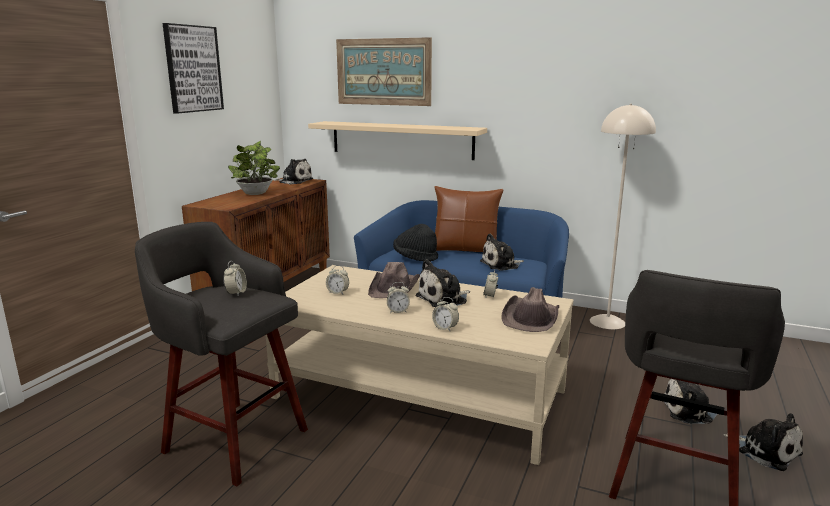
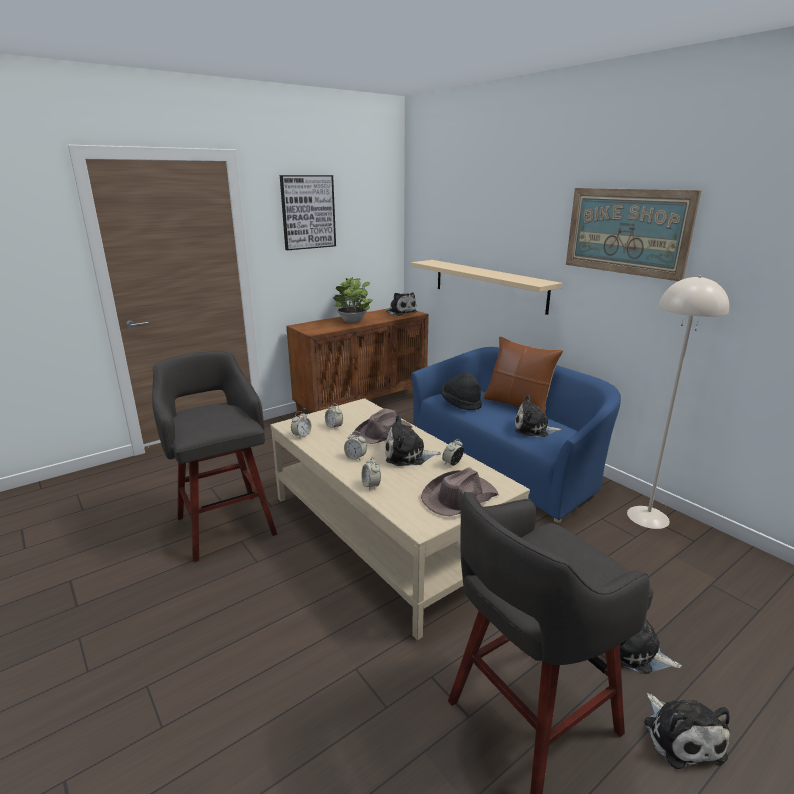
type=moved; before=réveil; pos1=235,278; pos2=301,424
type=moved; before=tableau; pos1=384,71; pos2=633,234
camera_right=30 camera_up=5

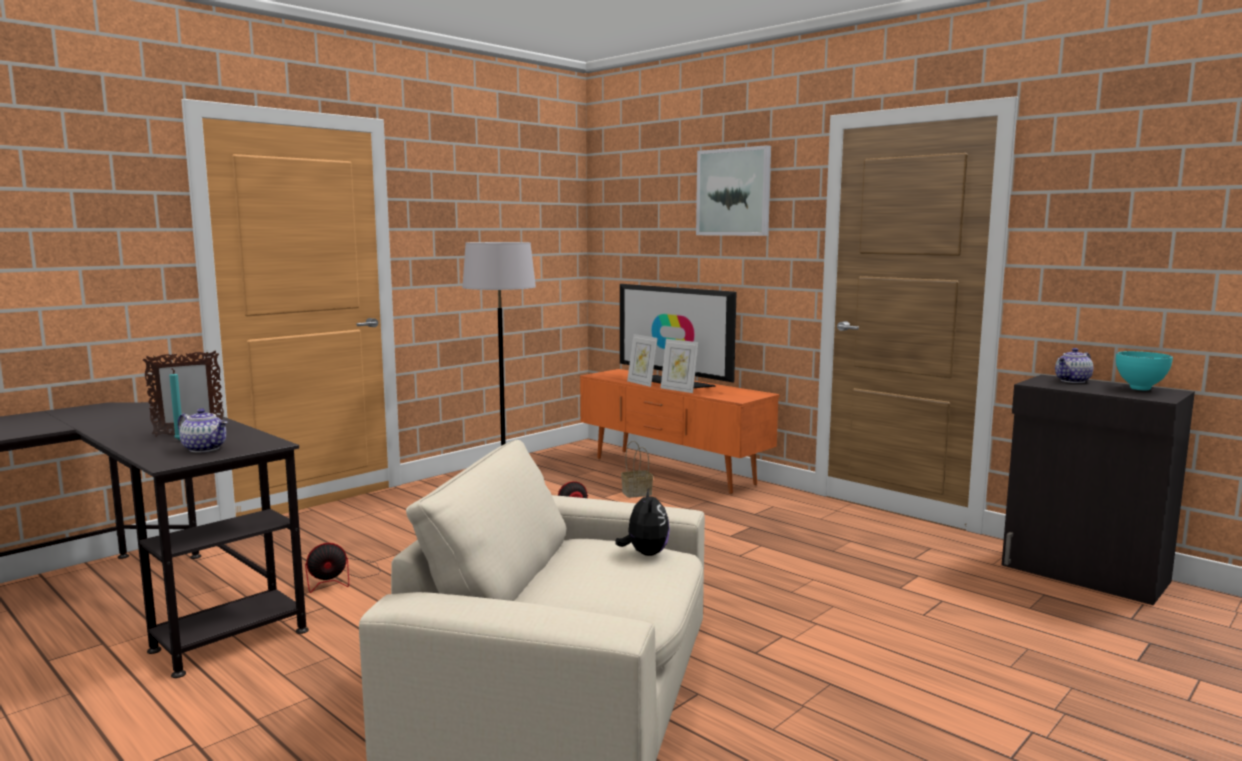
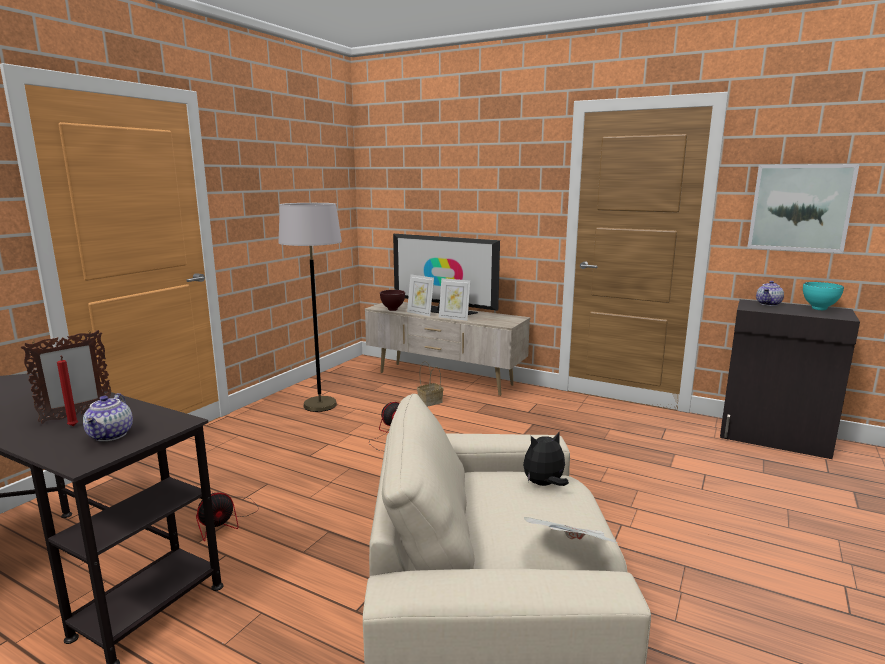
type=added; after=bol [marron]; pos2=392,300
type=added; after=journal; pos2=571,530
type=moved; before=tableau; pos1=733,190; pos2=803,208
type=recoloured; before=bougie [turquoise]; after=bougie [rouge]; pos1=175,404; pos2=67,391
type=recoloured; before=meuble télé [orange]; after=meuble télé [beige]; pos1=680,431; pos2=448,349
type=turned; before=théière; pos1=202,430; pos2=108,417; turn=75
type=turned; before=peluche; pos1=642,522; pos2=546,459; turn=-90
camera_right=-15 camera_up=5

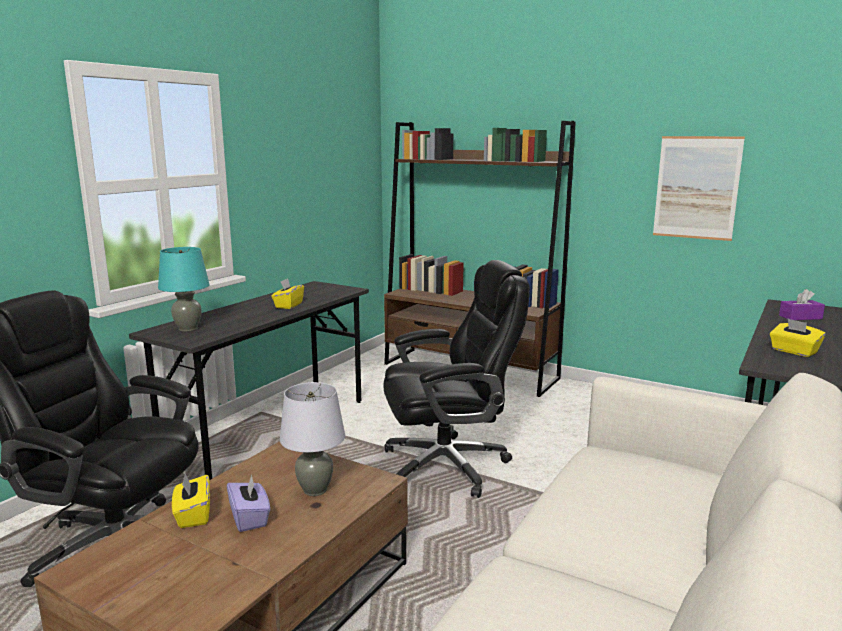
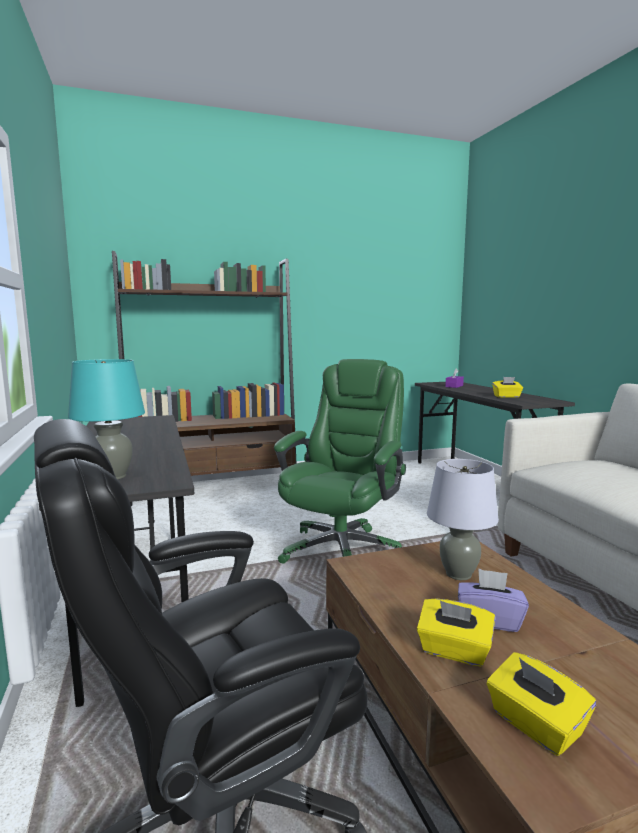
type=removed; before=tableau; pos1=699,188
type=moved; before=boîte à mouchoirs [jaune]; pos1=287,293; pos2=541,704
type=recoloured; before=chaise de bureau [noir]; after=chaise de bureau [vert]; pos1=456,379; pos2=340,461
camera_right=-50 camera_up=-5

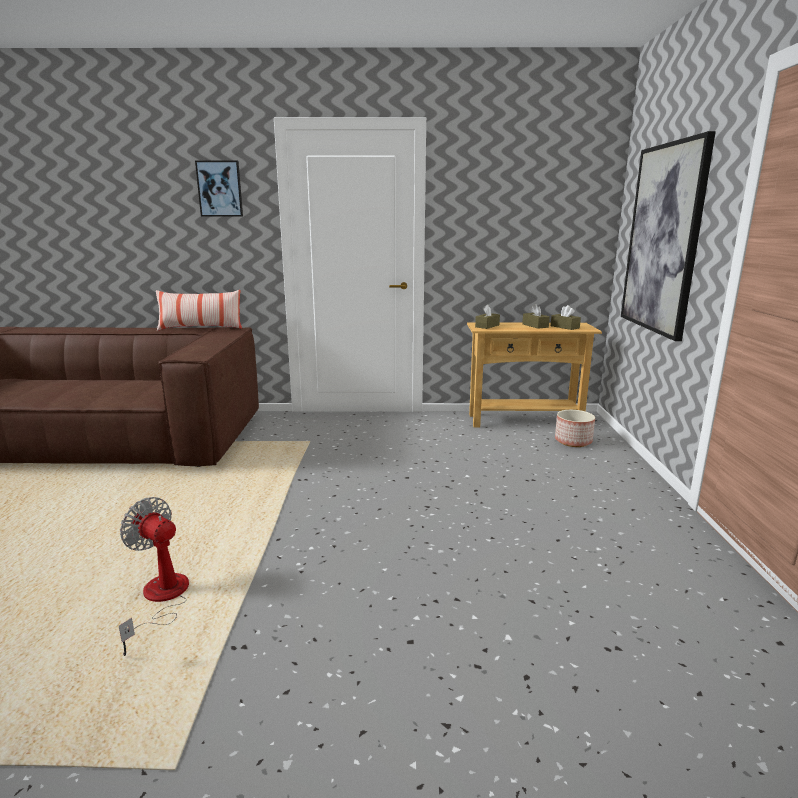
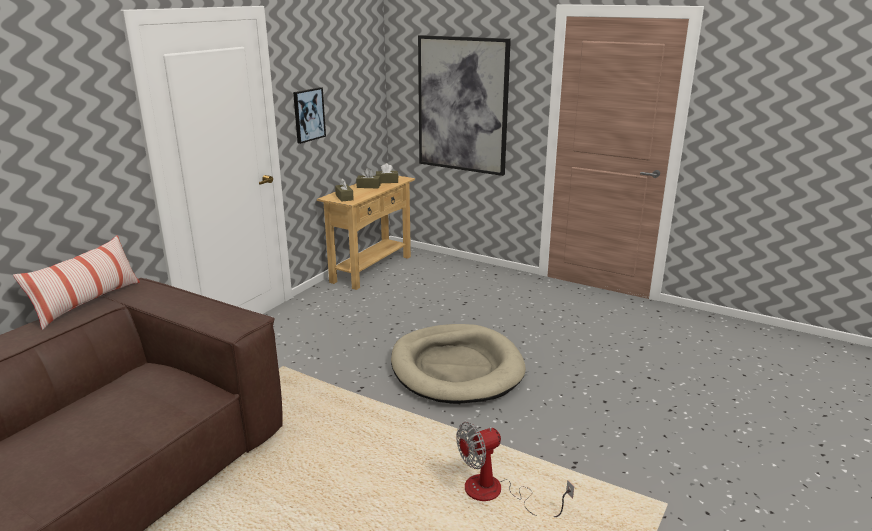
type=removed; before=cache-pot; pos1=575,428
type=added; after=panier pour chien [beige]; pos2=458,364
type=moved; before=tableau; pos1=219,189; pos2=309,115
camera_right=-60 camera_up=5

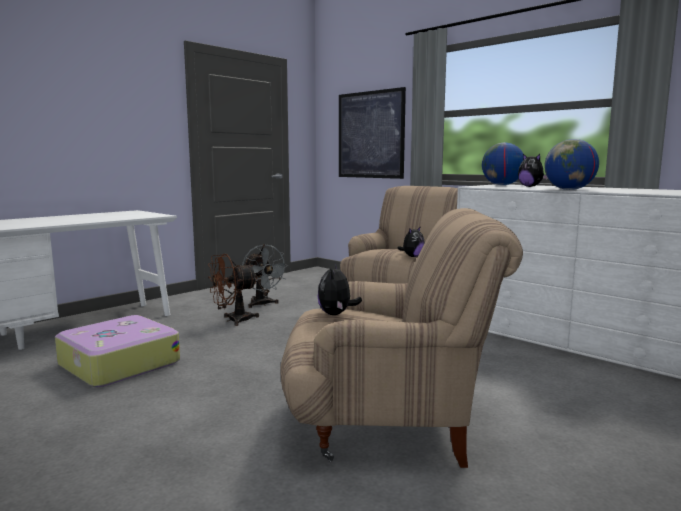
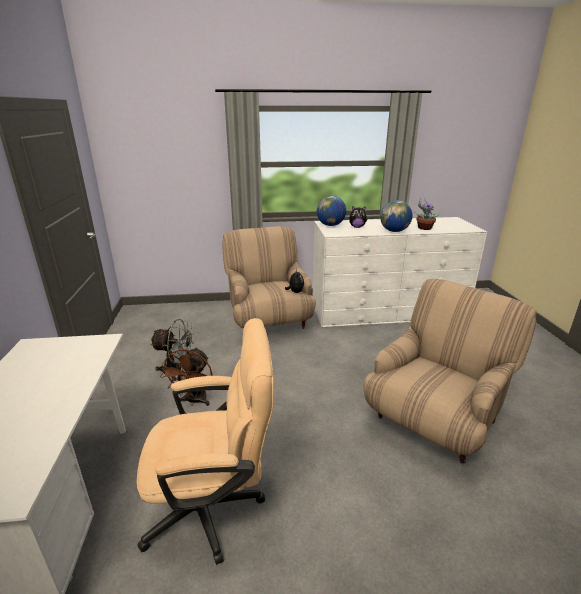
type=removed; before=peluche; pos1=340,289
type=removed; before=tableau; pos1=372,133
type=added; after=plante en pot; pos2=427,214
type=replaced; before=valise; after=chaise de bureau [beige]; pos1=117,351; pos2=205,441
camera_right=-50 camera_up=15

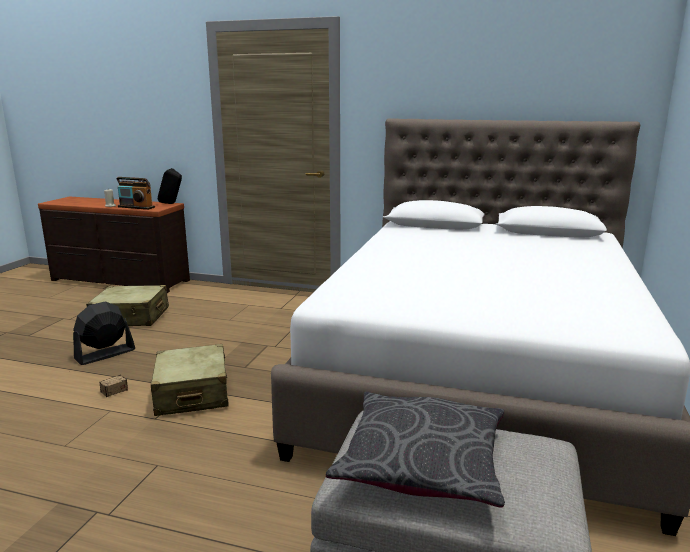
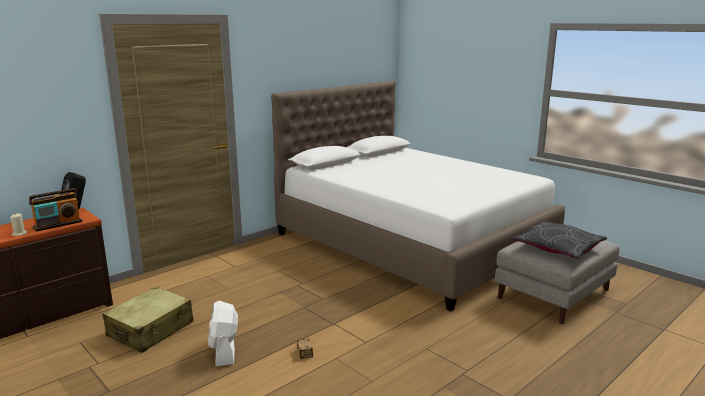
type=removed; before=valise [beige]; pos1=190,380
type=recoloured; before=ventilateur [noir]; after=ventilateur [blanc]; pos1=104,333; pos2=223,333
camera_right=-60 camera_up=0

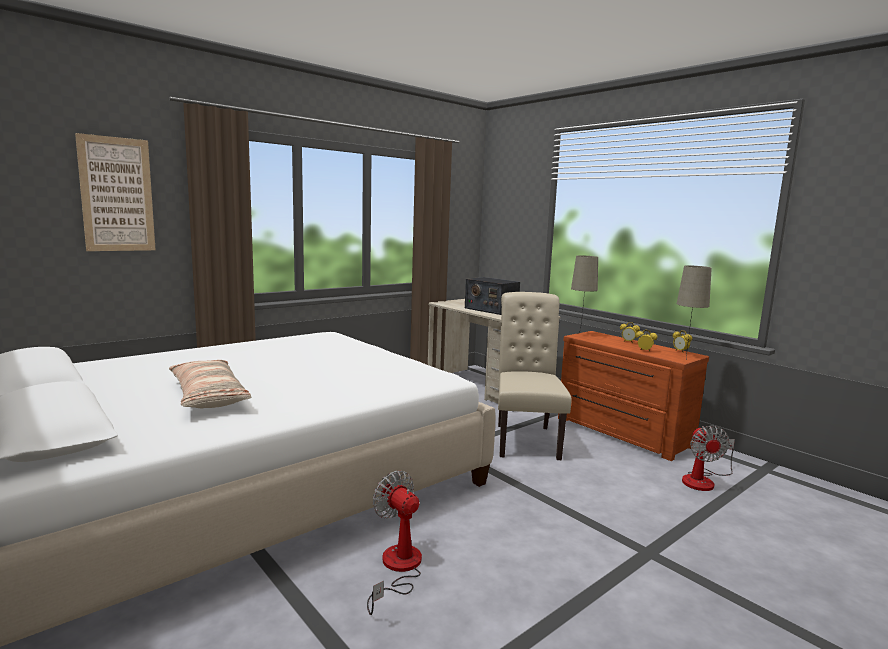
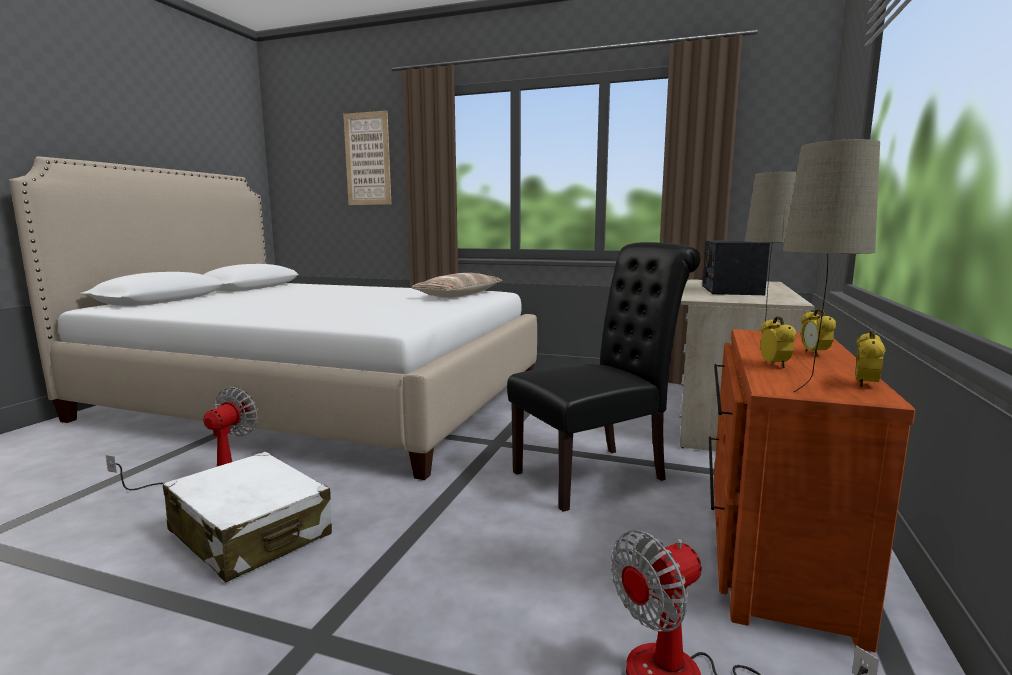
type=added; after=valise [blanc]; pos2=247,516
type=moved; before=coussin; pos1=210,384; pos2=457,285
type=recoloured; before=chaise [beige]; after=chaise [noir]; pos1=535,376; pos2=604,377
camera_right=60 camera_up=0

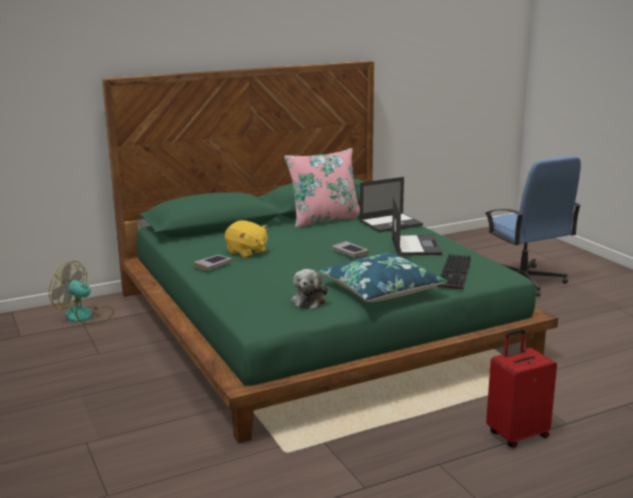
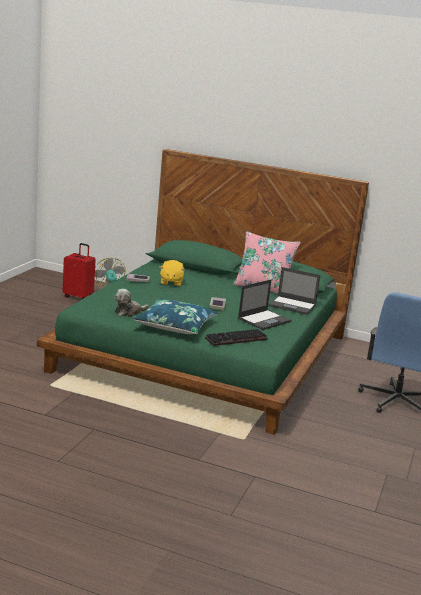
type=moved; before=valise [rouge]; pos1=521,388; pos2=79,271
camera_right=45 camera_up=0

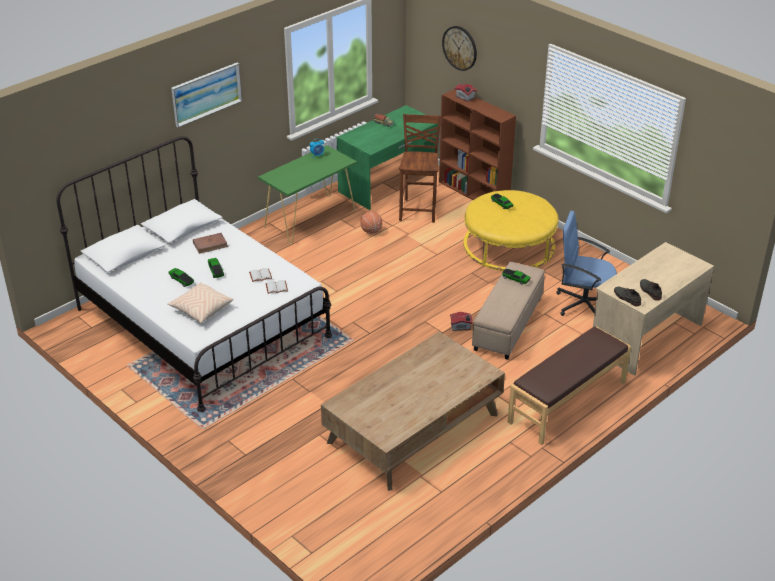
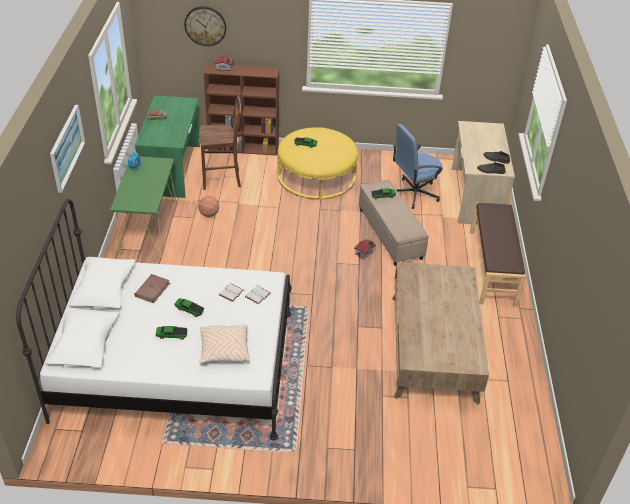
type=turned; before=chaise [marron]; pos1=420,168; pos2=220,142; turn=120
camera_right=-45 camera_up=5

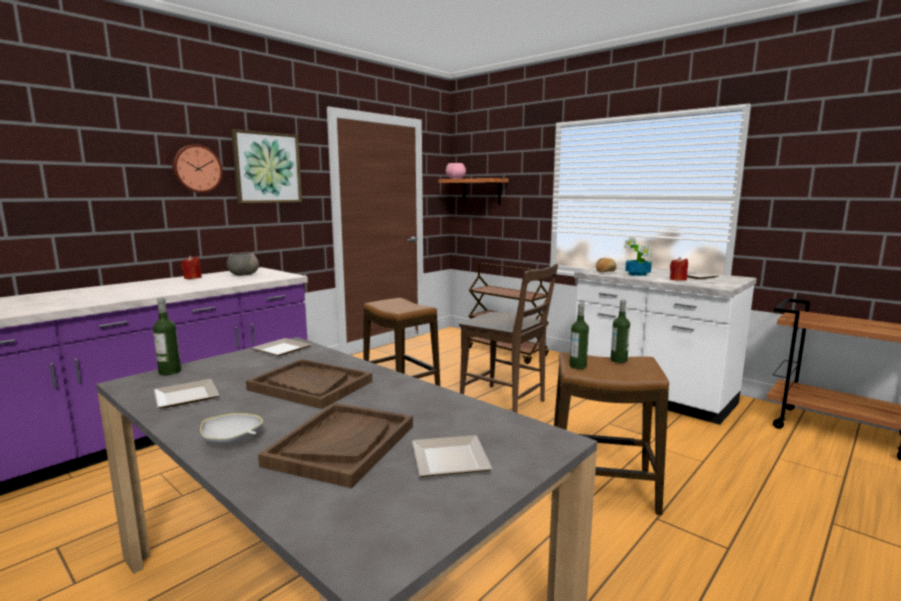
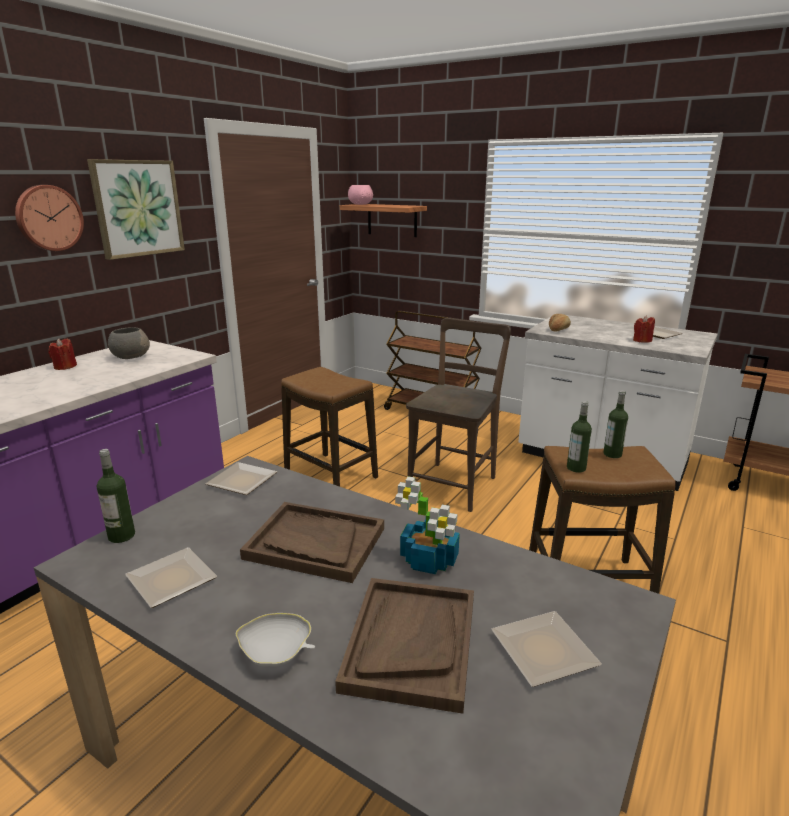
type=moved; before=plante en pot; pos1=638,256; pos2=427,525
type=turned; before=chaise [marron]; pos1=508,338; pos2=458,415; turn=-90
camera_right=-10 camera_up=10

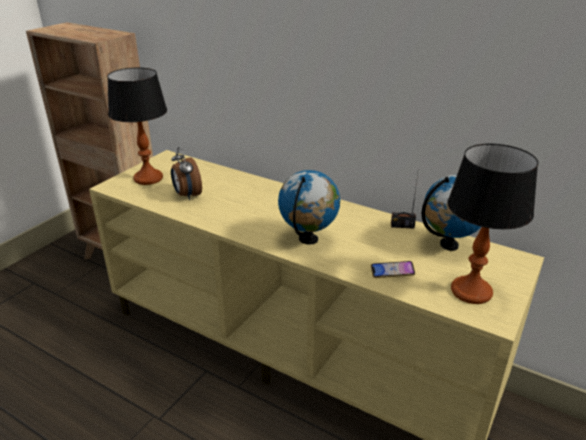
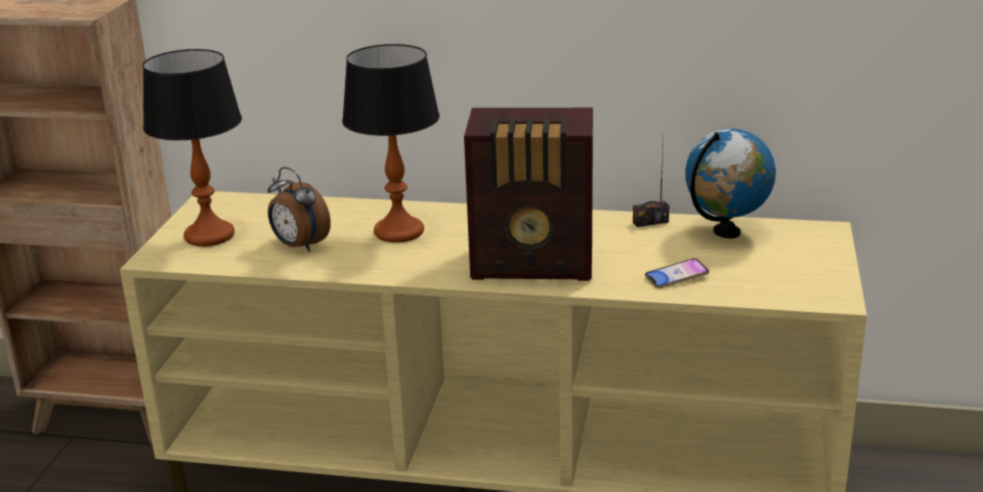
type=moved; before=lampe de table; pos1=492,224; pos2=391,143
type=replaced; before=globe; after=radio; pos1=309,207; pos2=528,194
camera_right=-20 camera_up=-5

